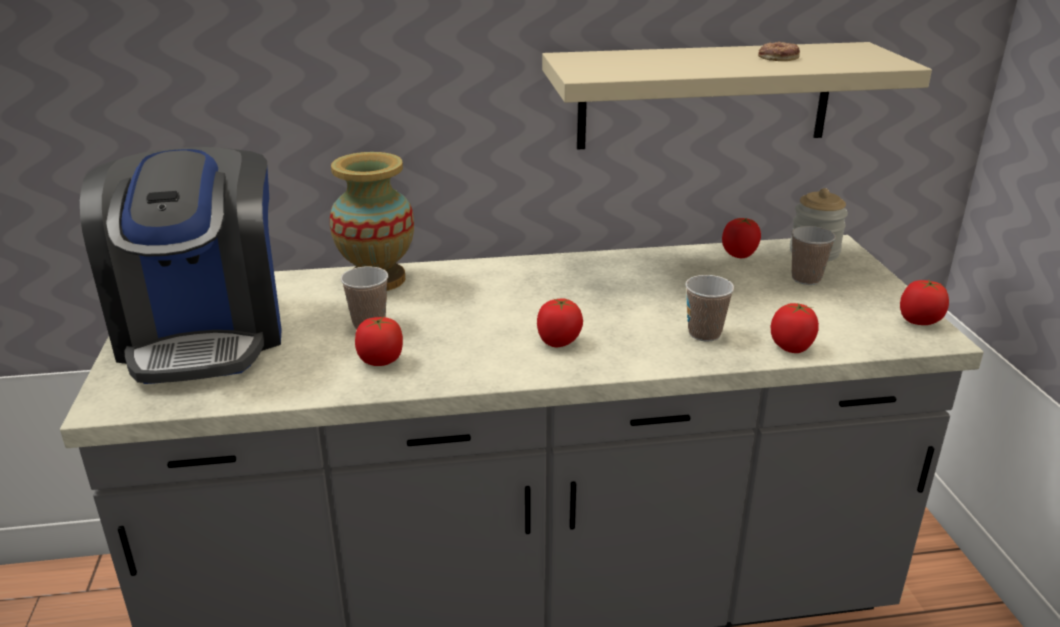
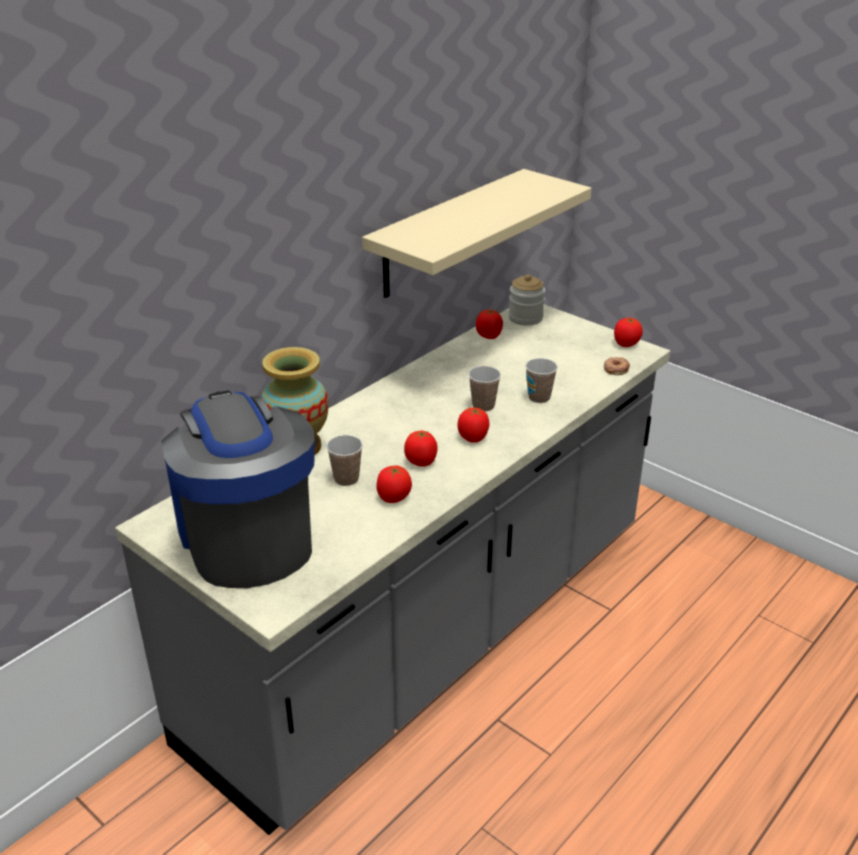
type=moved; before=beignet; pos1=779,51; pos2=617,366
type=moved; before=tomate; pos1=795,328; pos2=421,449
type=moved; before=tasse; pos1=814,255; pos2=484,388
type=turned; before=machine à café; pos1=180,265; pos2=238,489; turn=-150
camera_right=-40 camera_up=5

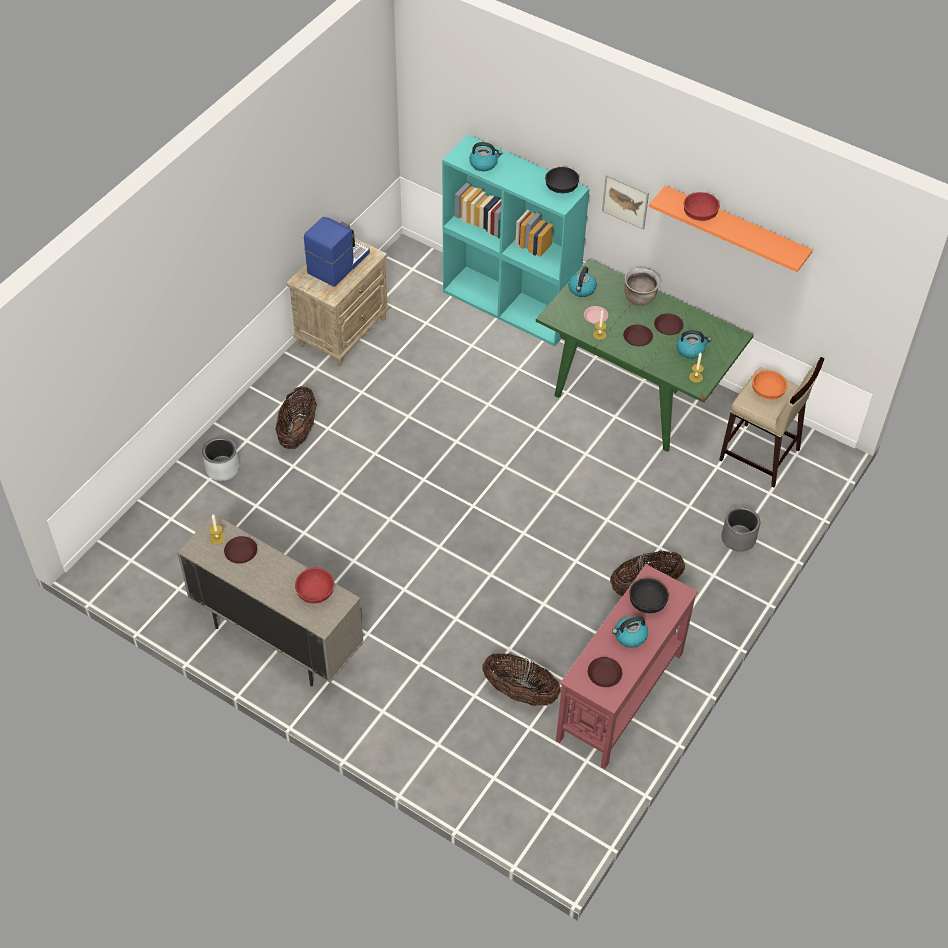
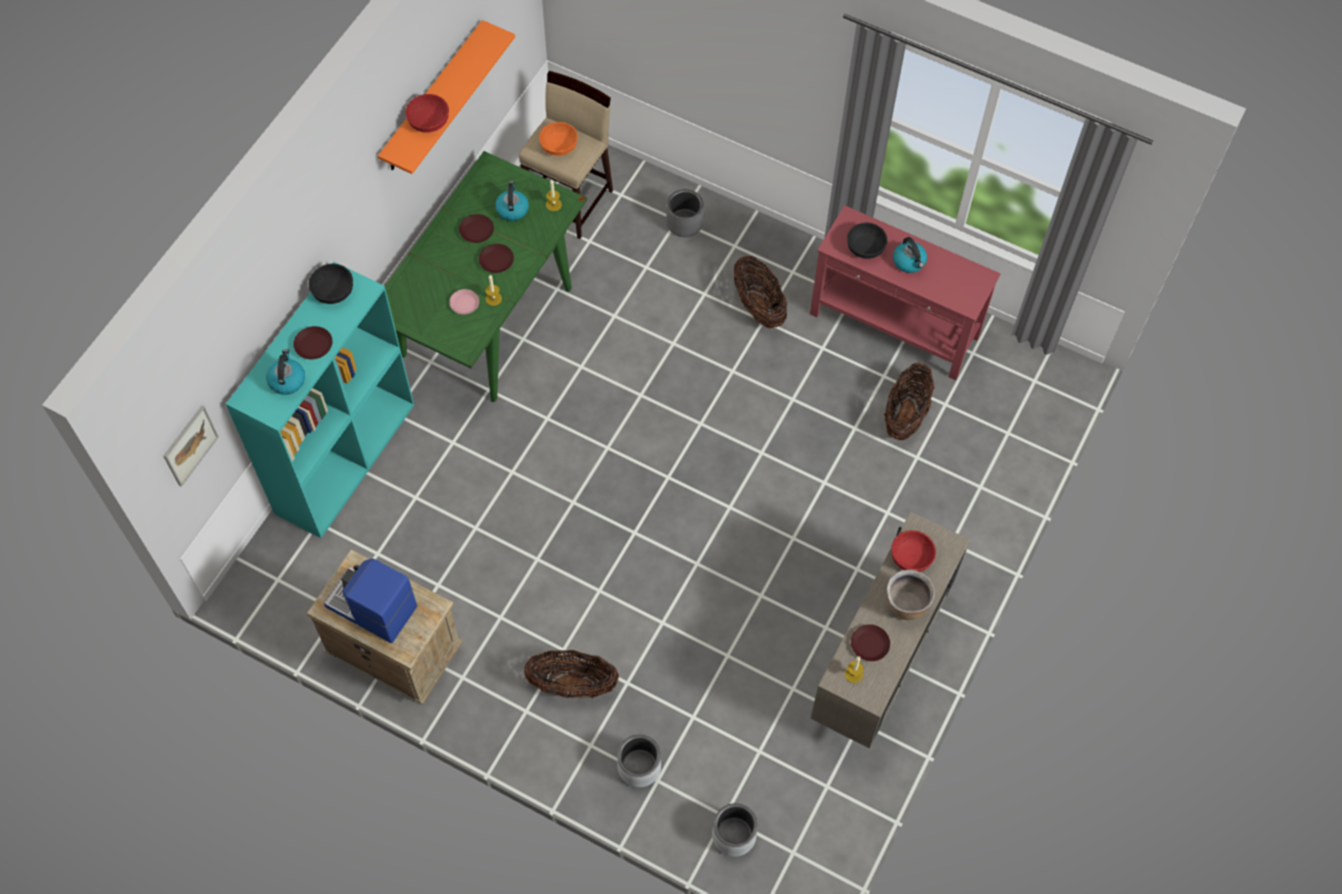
type=removed; before=bouilloire; pos1=582,281
type=added; after=cache-pot [gris]; pos2=735,830
type=moved; before=assiette [marron]; pos1=605,672; pos2=313,342
type=moved; before=tableau; pos1=625,202; pos2=191,446
type=moved; before=marmite [marron]; pos1=642,287; pos2=911,595
camera_right=-95 camera_up=10

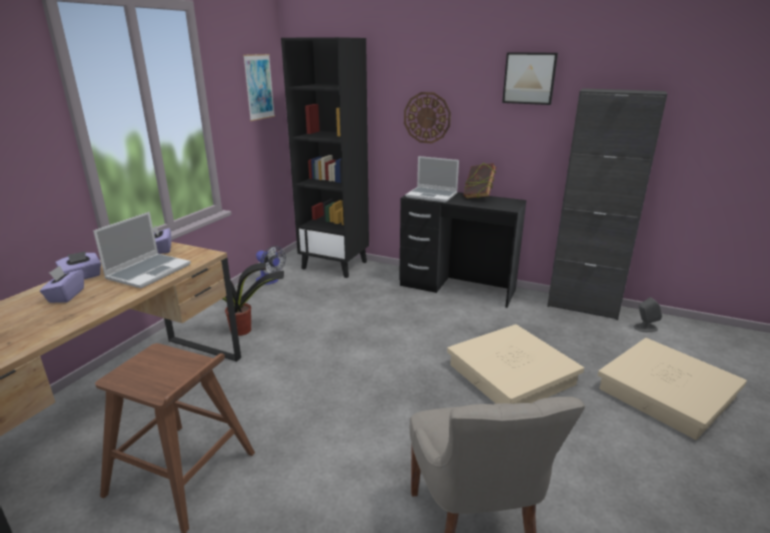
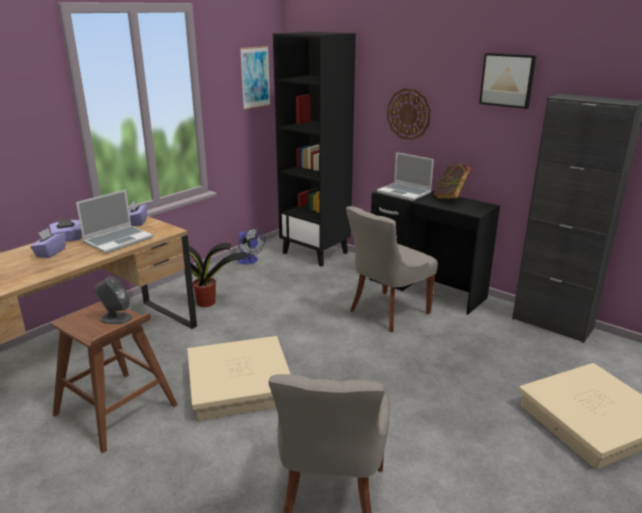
type=added; after=chaise [gris]; pos2=392,269
type=moved; before=boîte de rangement [beige]; pos1=515,364; pos2=238,378
type=moved; before=enceinte [gris]; pos1=648,314; pos2=113,300
camera_right=15 camera_up=0

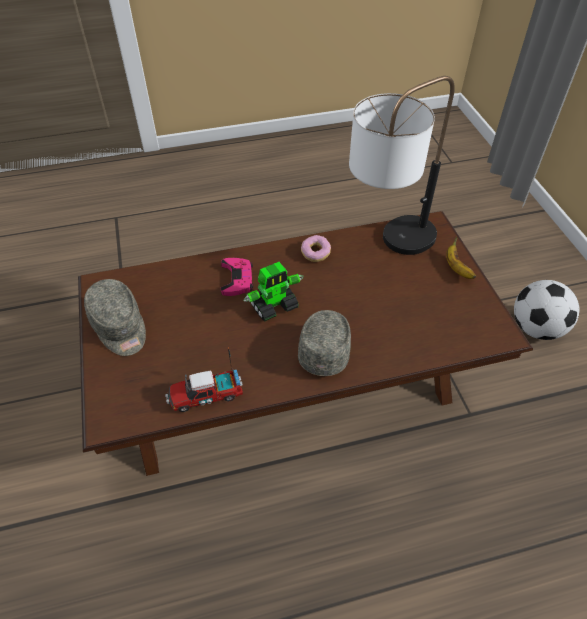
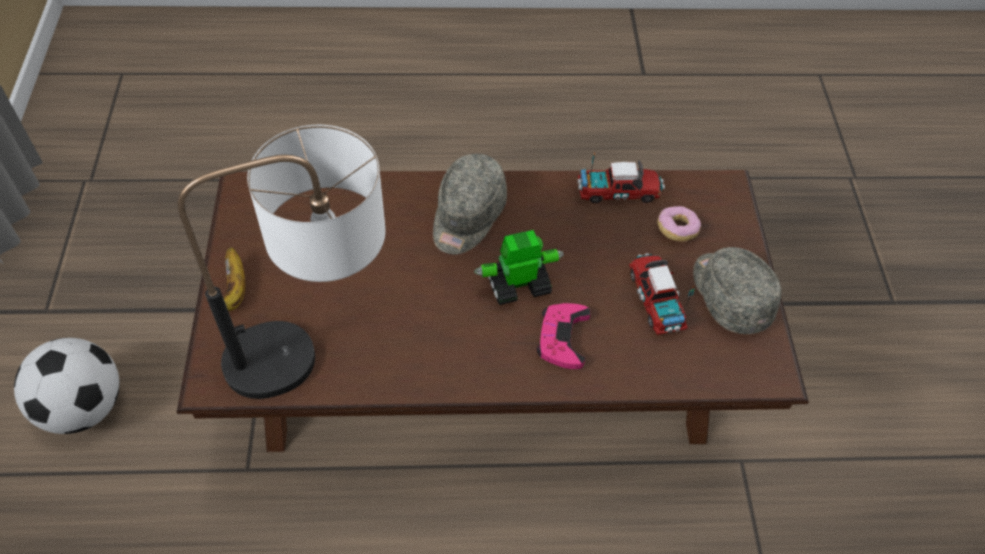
type=added; after=camion jouet; pos2=662,294
type=moved; before=beignet; pos1=316,248; pos2=679,224
camera_right=-170 camera_up=5

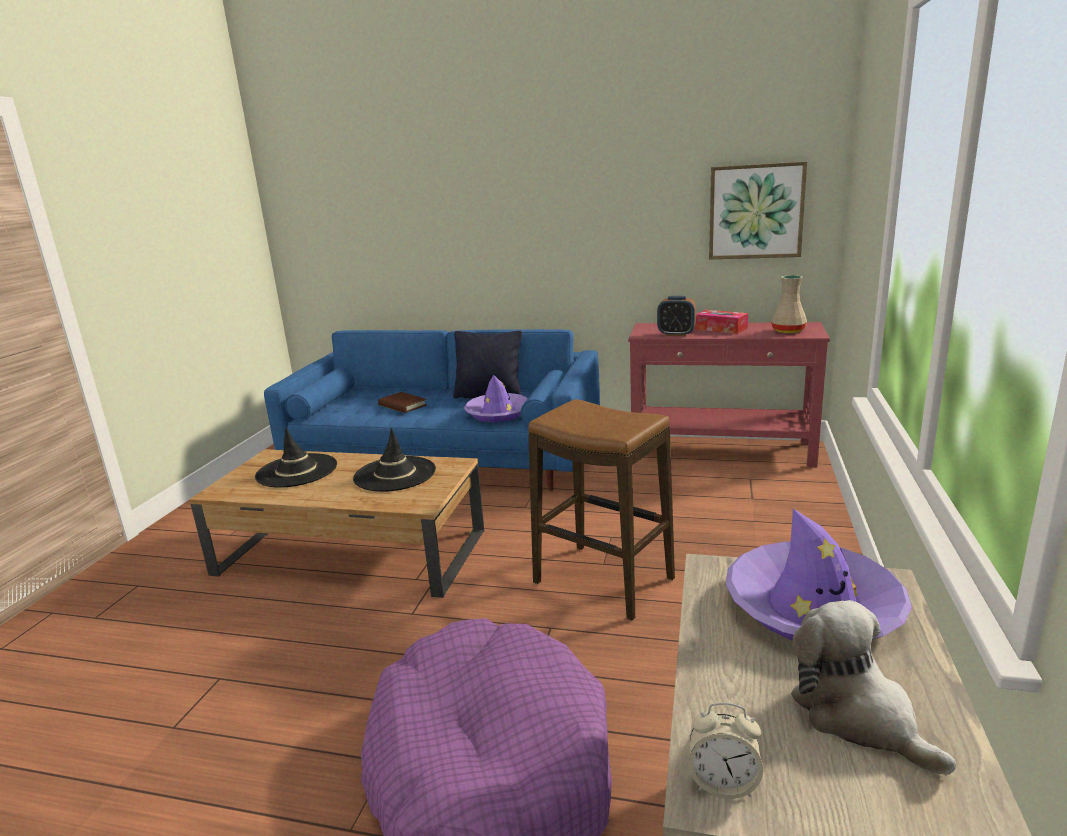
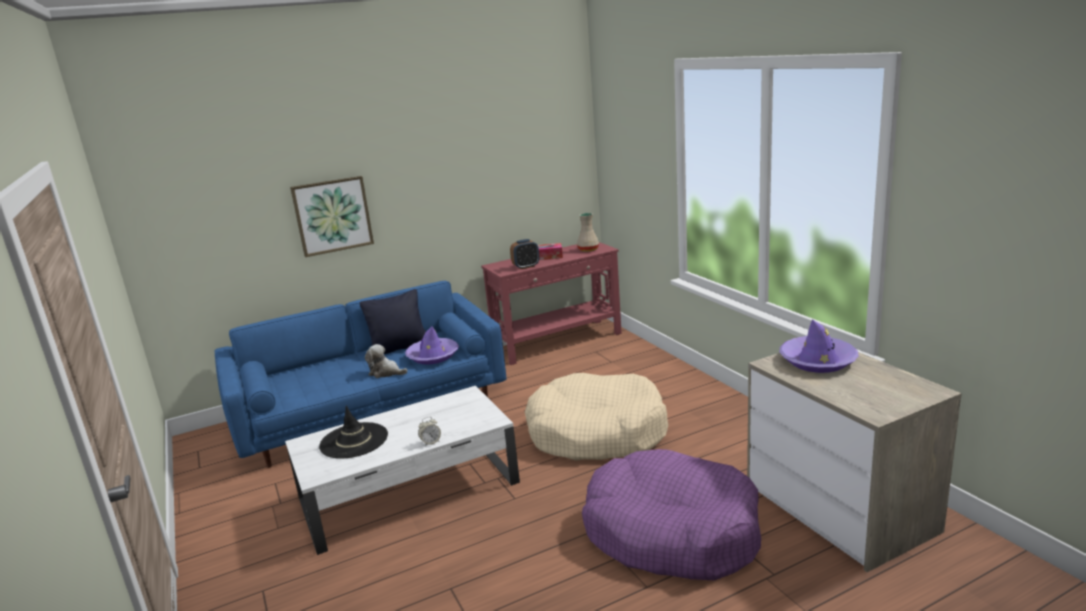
type=removed; before=chapeau [noir]; pos1=394,460
type=removed; before=livre [marron]; pos1=402,402
type=moved; before=réveil; pos1=726,751; pos2=429,431
type=moved; before=tableau; pos1=758,210; pos2=332,216
type=moved; before=peluche; pos1=873,687; pos2=386,361
type=replaced; before=tabouret; after=panier pour chien [beige]; pos1=601,509; pos2=596,417
type=recoloured; before=table basse [marron]; after=table basse [blanc]; pos1=336,523; pos2=402,470
camera_right=-40 camera_up=0

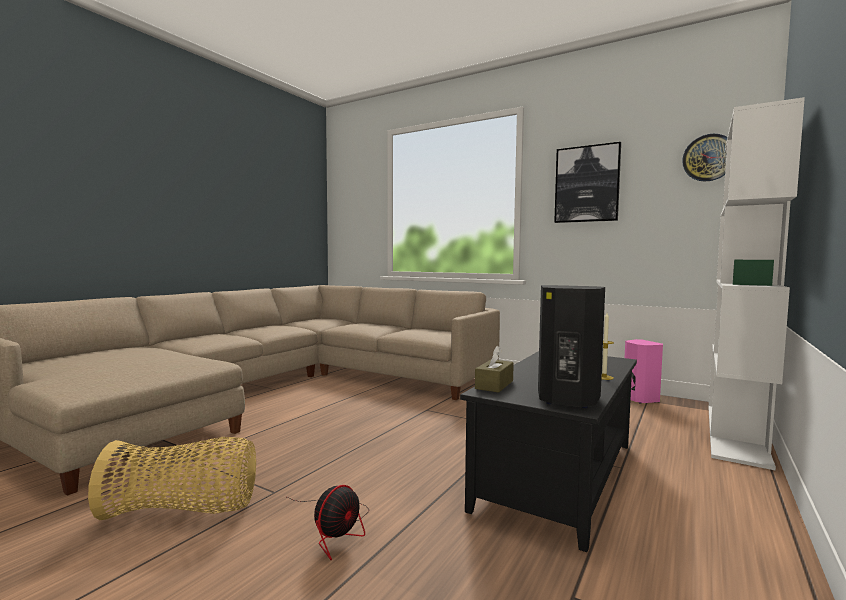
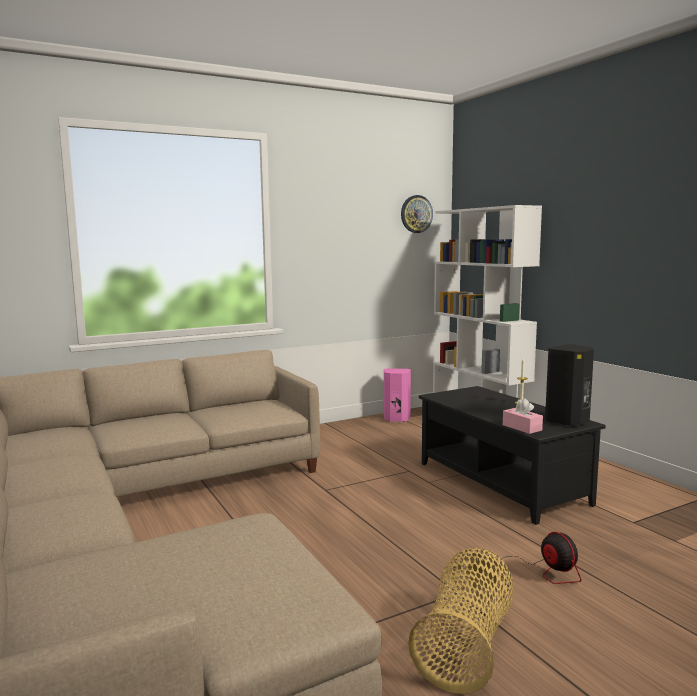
type=removed; before=tableau; pos1=587,182
type=recoloured; before=boîte à mouchoirs [marron]; after=boîte à mouchoirs [rose]; pos1=494,369; pos2=523,416
camera_right=-60 camera_up=5

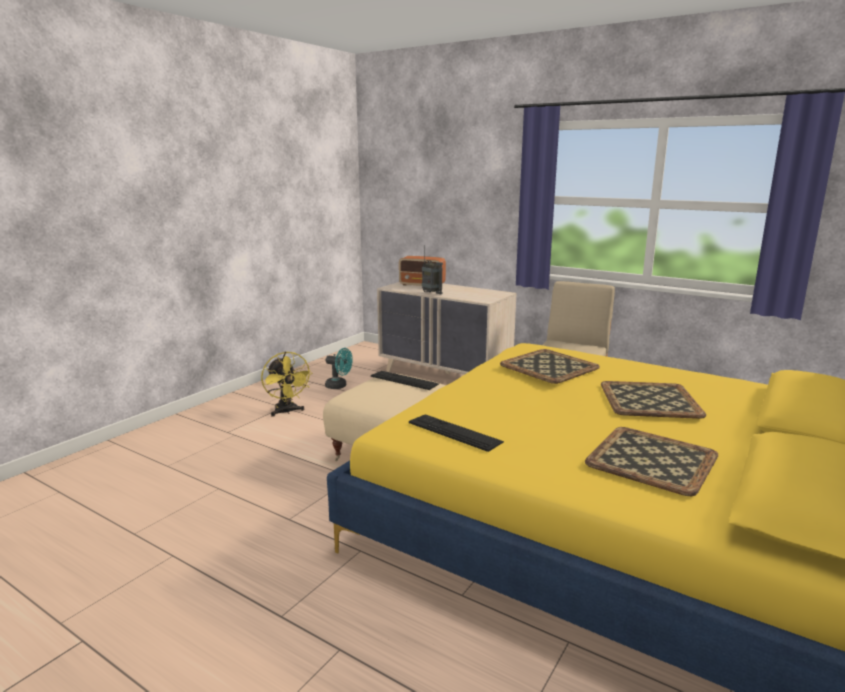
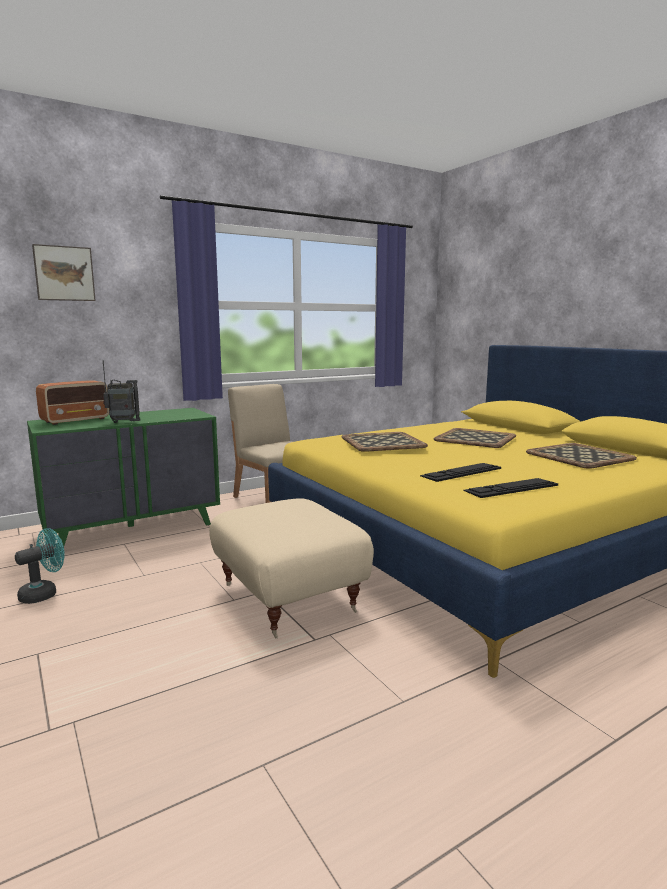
type=removed; before=ventilateur [jaune]; pos1=286,384
type=added; after=tableau; pos2=64,272
type=moved; before=clavier; pos1=405,380; pos2=460,472
type=recoloured; before=commode [beige]; after=commode [vert]; pos1=447,328; pos2=123,478
camera_right=-65 camera_up=-5

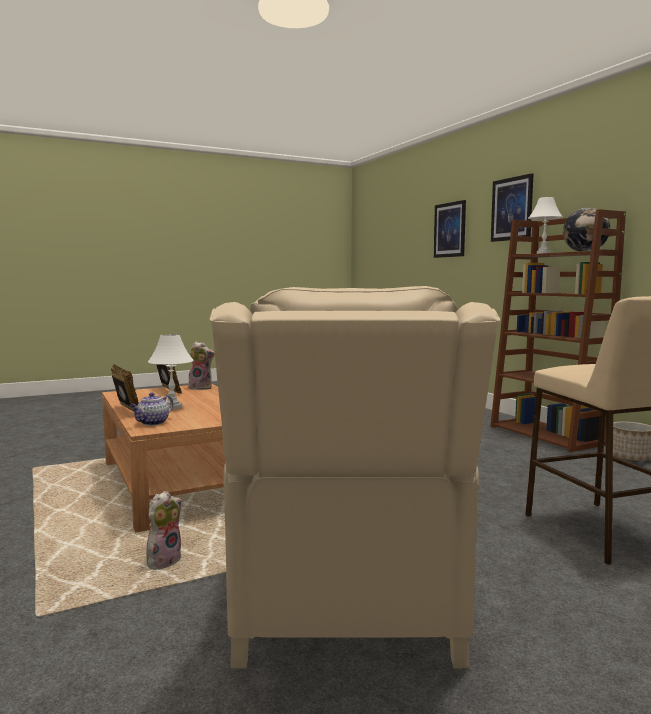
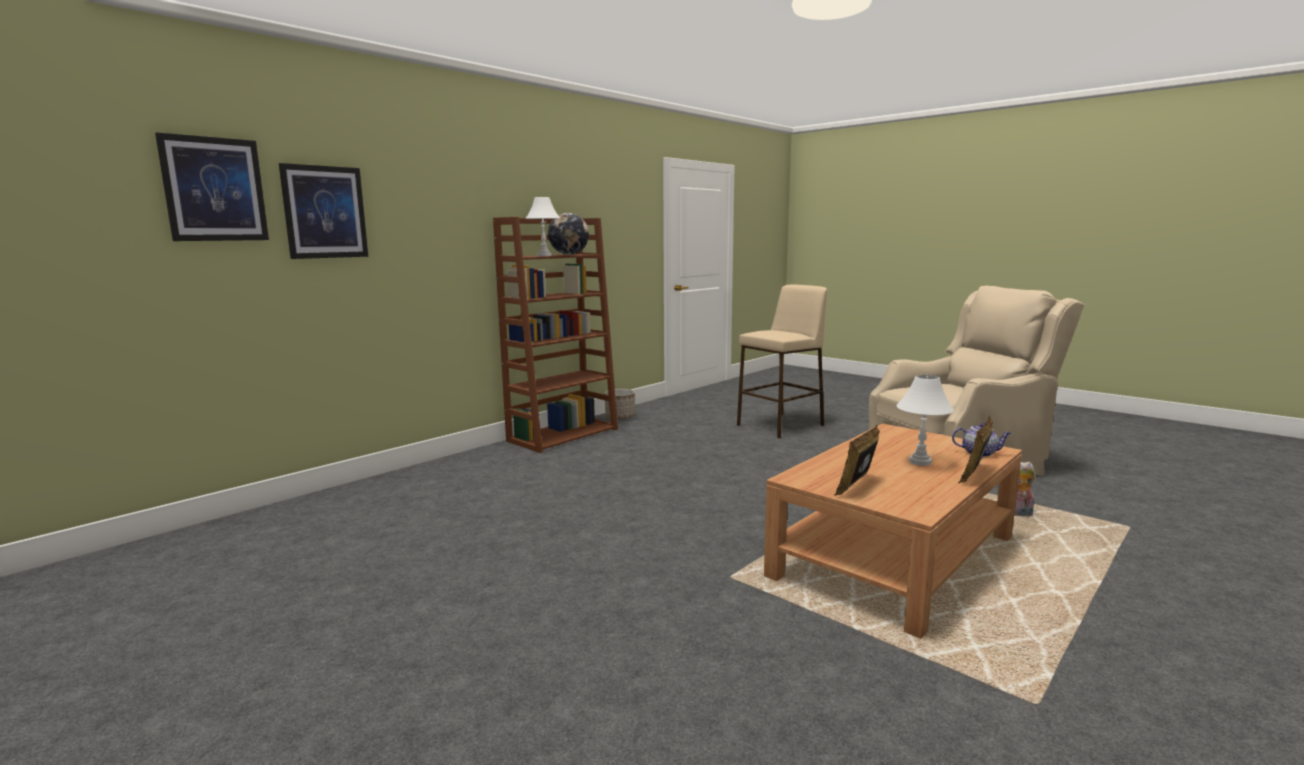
type=removed; before=peluche; pos1=201,366
type=moved; before=tableau; pos1=512,207; pos2=212,186
camera_right=-110 camera_up=5

